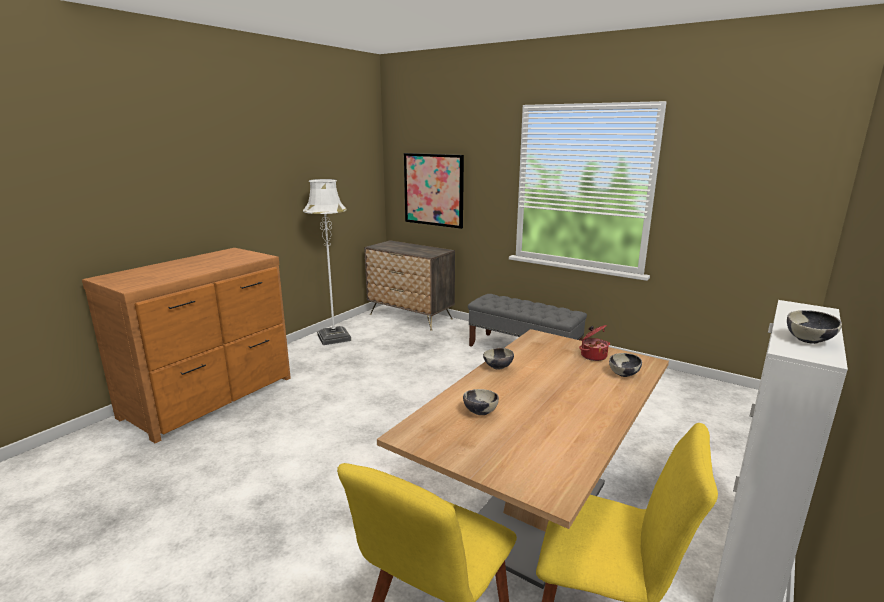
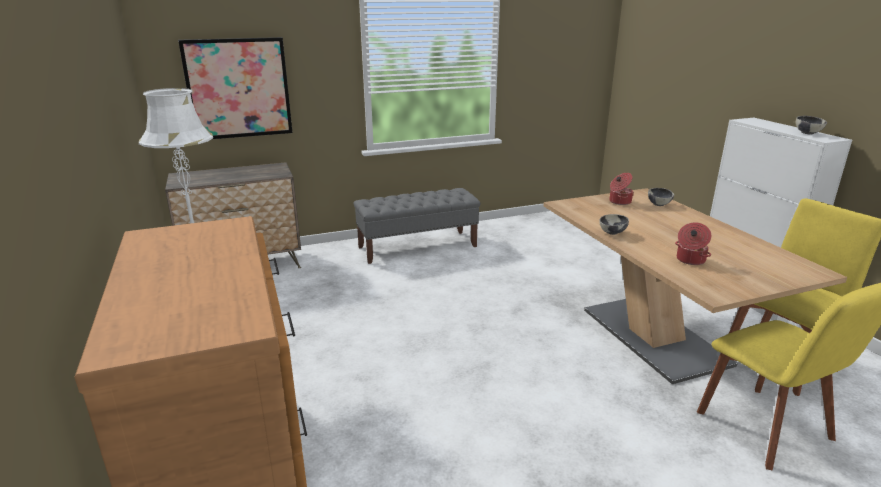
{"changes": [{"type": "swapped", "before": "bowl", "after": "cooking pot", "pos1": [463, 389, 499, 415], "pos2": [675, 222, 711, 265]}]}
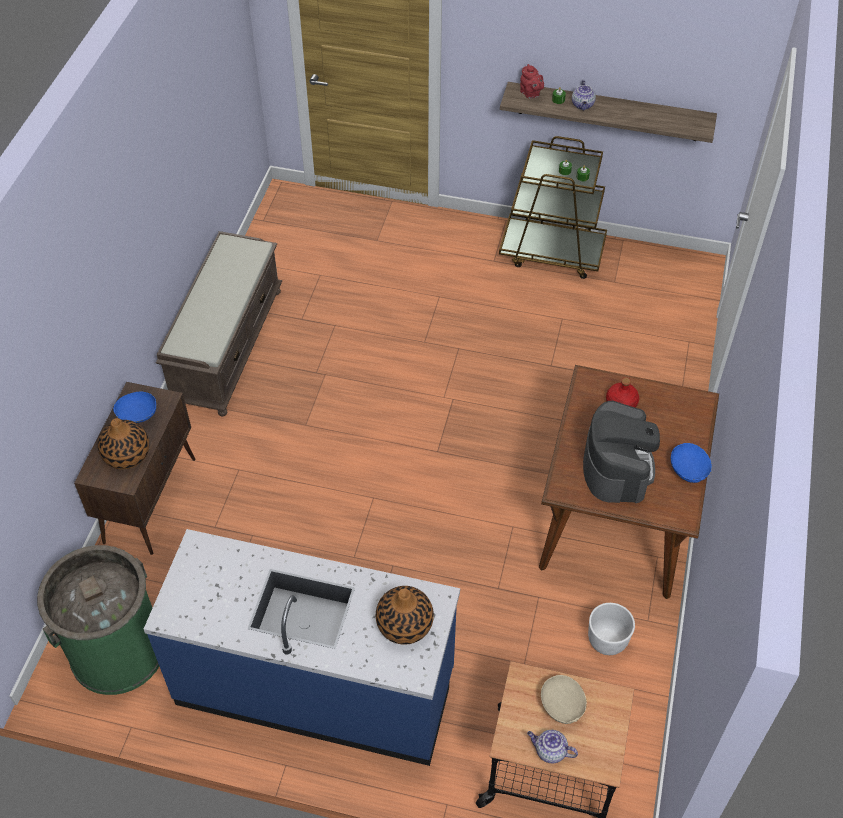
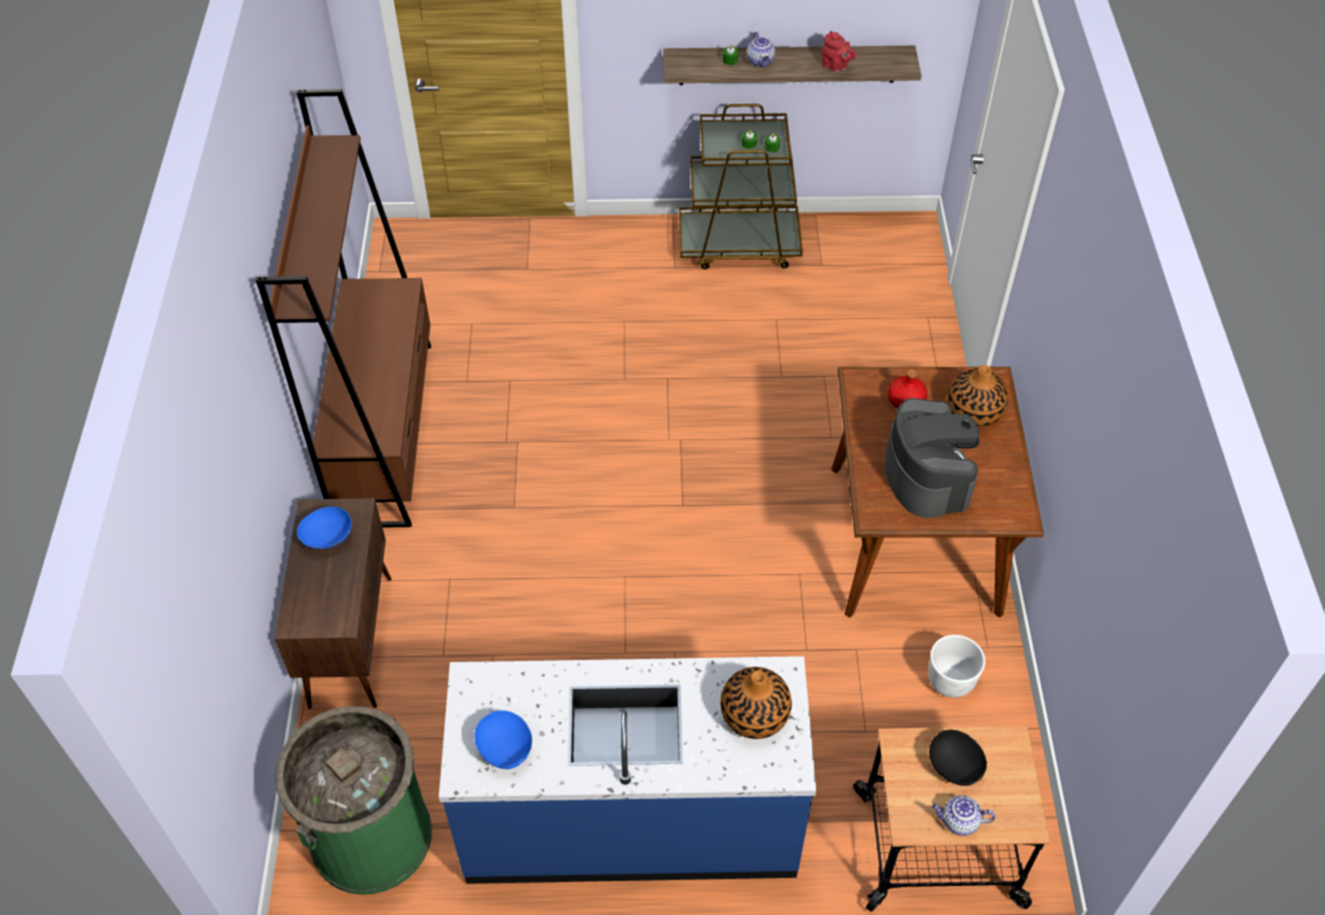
{"changes": [{"type": "shifted", "before": "vase", "pos1": [98, 418, 149, 469], "pos2": [947, 365, 1008, 427]}, {"type": "shifted", "before": "teapot (red)", "pos1": [520, 64, 544, 99], "pos2": [822, 31, 857, 72]}, {"type": "shifted", "before": "bowl (blue)", "pos1": [671, 443, 712, 483], "pos2": [474, 710, 532, 769]}, {"type": "swapped", "before": "bench (brown)", "after": "bookcase (brown)", "pos1": [156, 231, 282, 416], "pos2": [256, 89, 431, 528]}, {"type": "repainted", "before": "bowl (beige)", "after": "bowl (black)", "pos1": [541, 675, 587, 724], "pos2": [929, 730, 987, 786]}]}
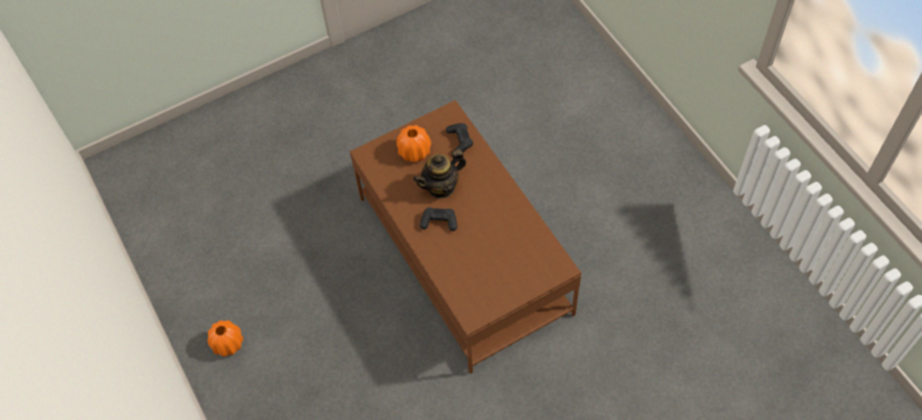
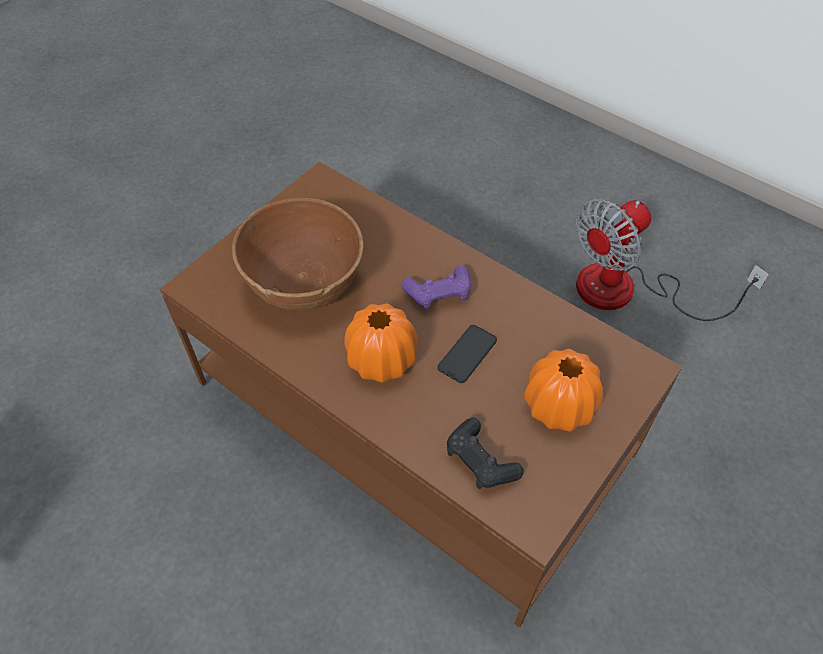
{"changes": [{"type": "new", "after": "bowl (brown)", "pos2": [232, 198, 364, 311]}, {"type": "new", "after": "fan", "pos2": [576, 199, 769, 321]}, {"type": "shifted", "before": "vase (orange)", "pos1": [208, 320, 244, 357], "pos2": [344, 303, 417, 383]}, {"type": "swapped", "before": "teapot", "after": "phone", "pos1": [413, 149, 466, 199], "pos2": [437, 325, 497, 383]}, {"type": "repainted", "before": "game controller (black)", "after": "game controller (purple)", "pos1": [420, 207, 457, 231], "pos2": [402, 265, 471, 310]}]}
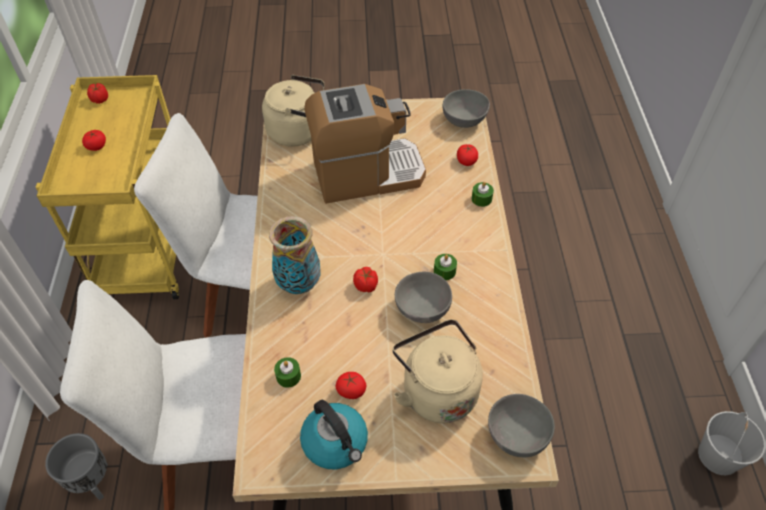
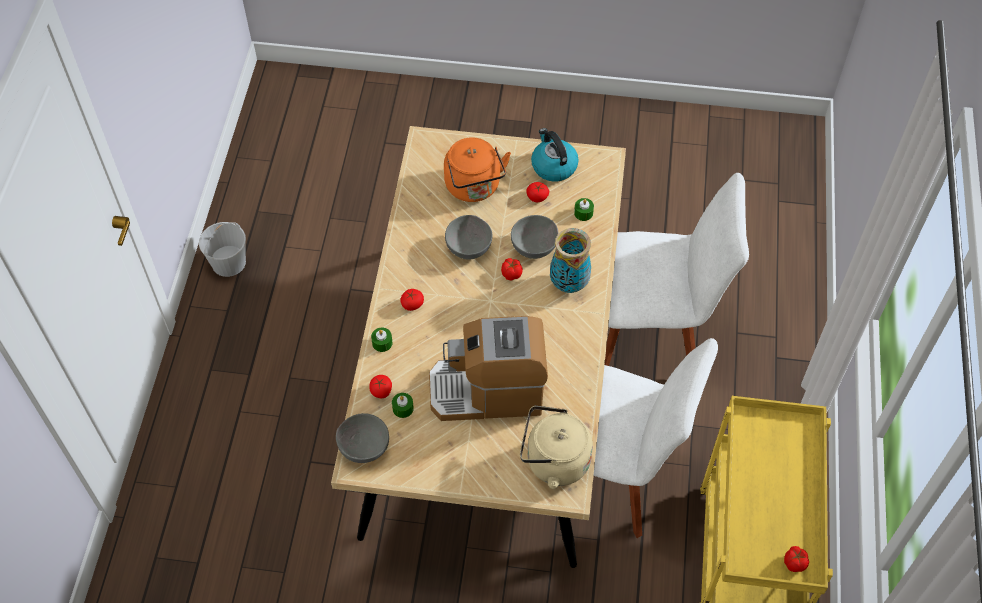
{"changes": [{"type": "gone", "before": "planter (grey)", "pos1": [45, 433, 108, 500]}, {"type": "shifted", "before": "tomato", "pos1": [82, 130, 106, 151], "pos2": [400, 289, 424, 311]}, {"type": "shifted", "before": "candle (green)", "pos1": [434, 254, 457, 280], "pos2": [392, 393, 414, 418]}, {"type": "shifted", "before": "bowl (grey)", "pos1": [488, 394, 555, 457], "pos2": [511, 215, 559, 259]}, {"type": "repainted", "before": "kettle (beige)", "after": "kettle (orange)", "pos1": [393, 319, 483, 423], "pos2": [444, 137, 511, 202]}]}
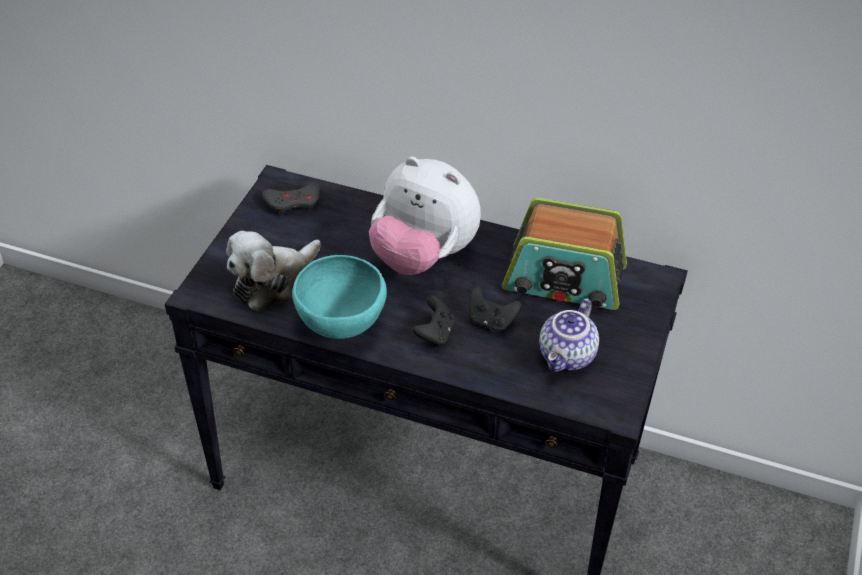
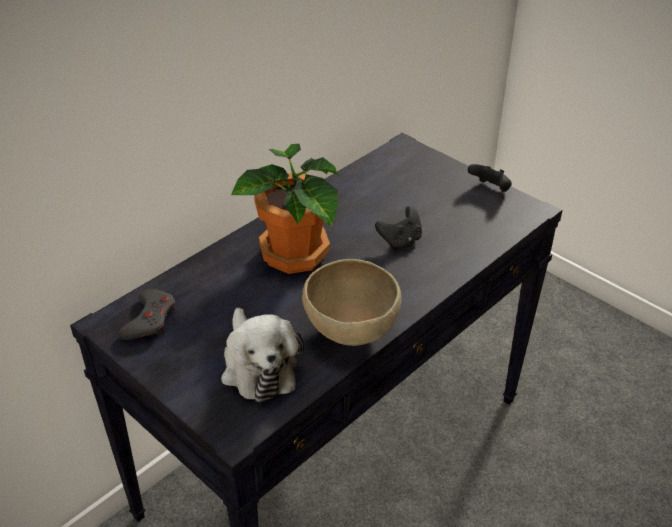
{"changes": [{"type": "gone", "before": "radio", "pos1": [502, 198, 627, 310]}, {"type": "gone", "before": "teapot", "pos1": [539, 298, 599, 372]}, {"type": "shifted", "before": "game controller (black)", "pos1": [413, 295, 455, 347], "pos2": [468, 164, 512, 192]}, {"type": "swapped", "before": "plush toy", "after": "potted plant", "pos1": [369, 157, 481, 275], "pos2": [231, 144, 339, 274]}, {"type": "repainted", "before": "bowl (turquoise)", "after": "bowl (brown)", "pos1": [292, 255, 387, 339], "pos2": [302, 259, 402, 346]}]}
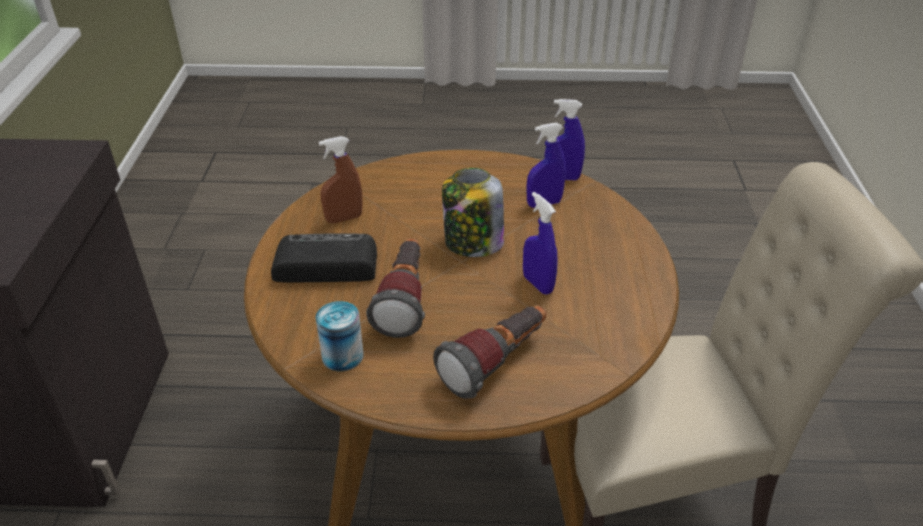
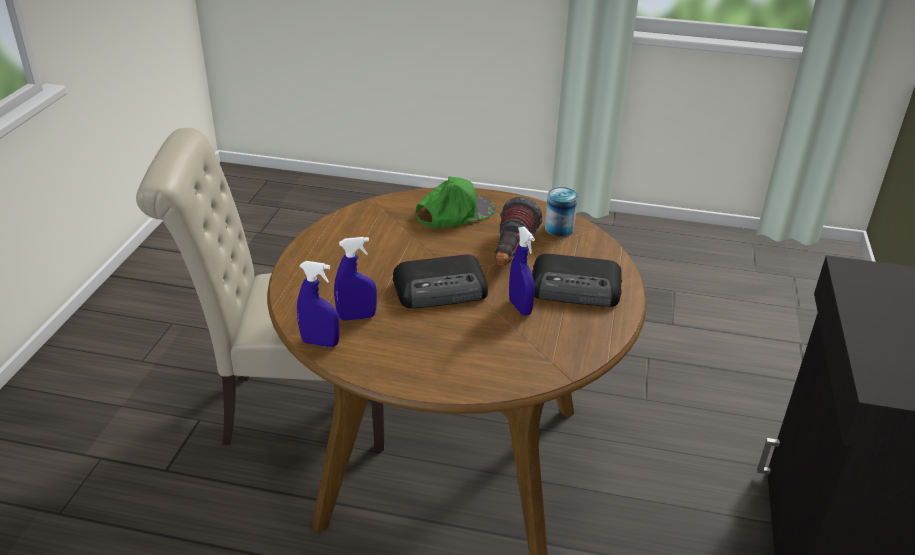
{"changes": [{"type": "gone", "before": "spray bottle (brown)", "pos1": [319, 136, 363, 223]}, {"type": "shifted", "before": "spray bottle (blue)", "pos1": [523, 192, 558, 295], "pos2": [509, 226, 535, 316]}, {"type": "swapped", "before": "flashlight", "after": "cap (green)", "pos1": [433, 305, 546, 399], "pos2": [416, 176, 495, 228]}, {"type": "swapped", "before": "jar", "after": "radio", "pos1": [442, 168, 504, 257], "pos2": [393, 255, 488, 309]}]}
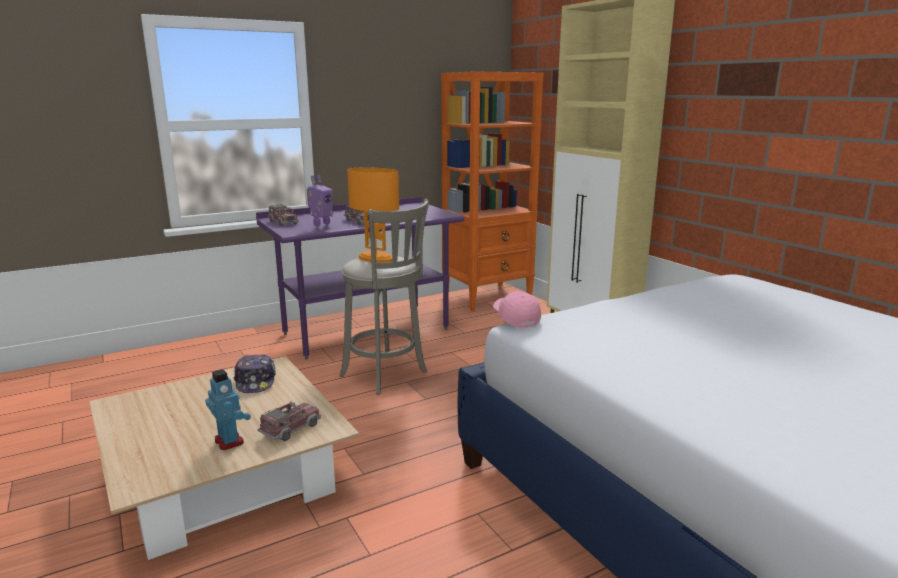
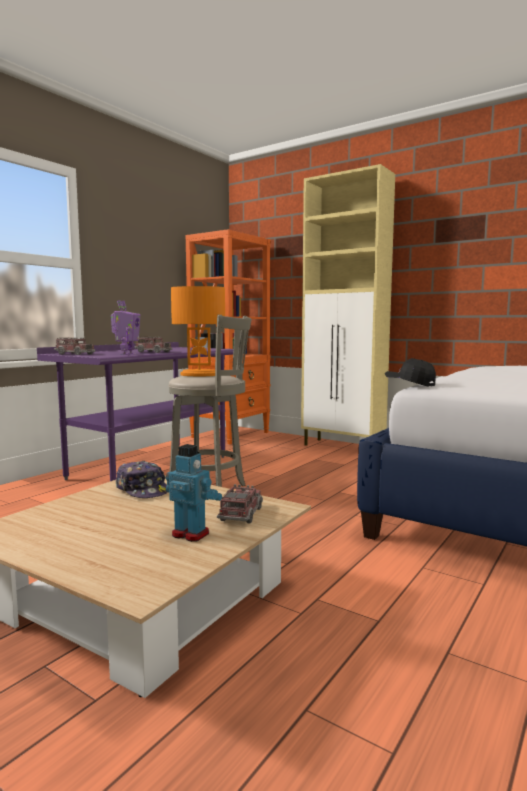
{"changes": [{"type": "repainted", "before": "cap (pink)", "after": "cap (black)", "pos1": [493, 291, 541, 328], "pos2": [385, 358, 436, 387]}]}
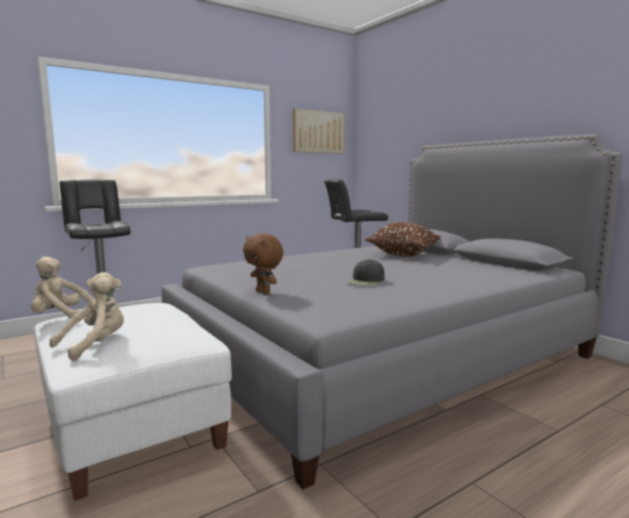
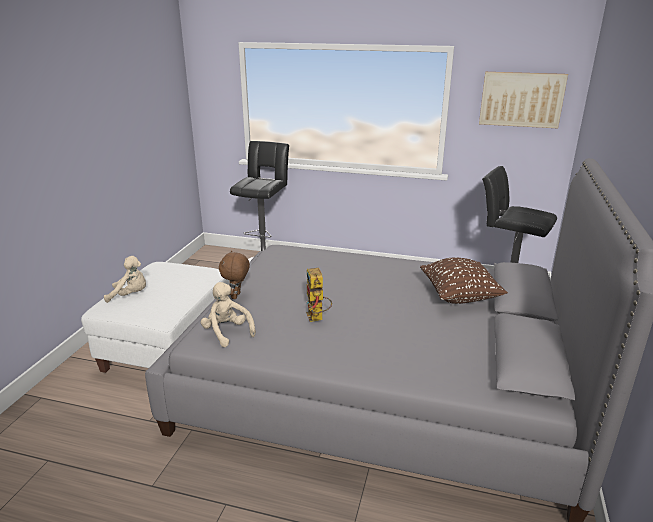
{"changes": [{"type": "shifted", "before": "plush toy (beige)", "pos1": [31, 257, 94, 319], "pos2": [200, 282, 256, 347]}, {"type": "swapped", "before": "cap (black)", "after": "toy robot", "pos1": [346, 259, 384, 286], "pos2": [306, 268, 332, 322]}]}
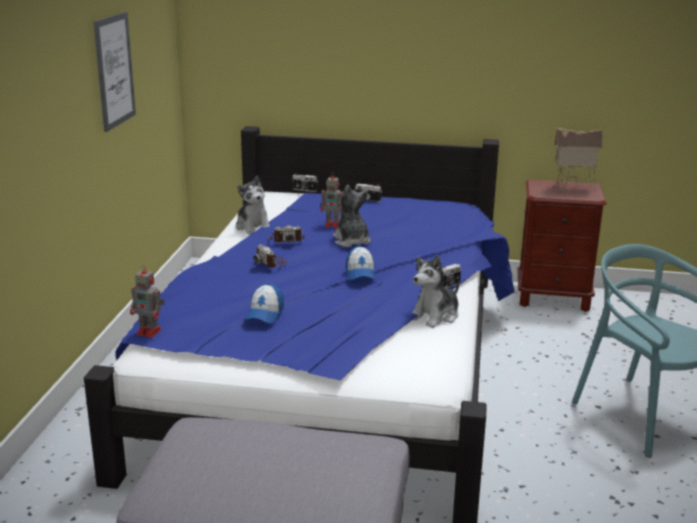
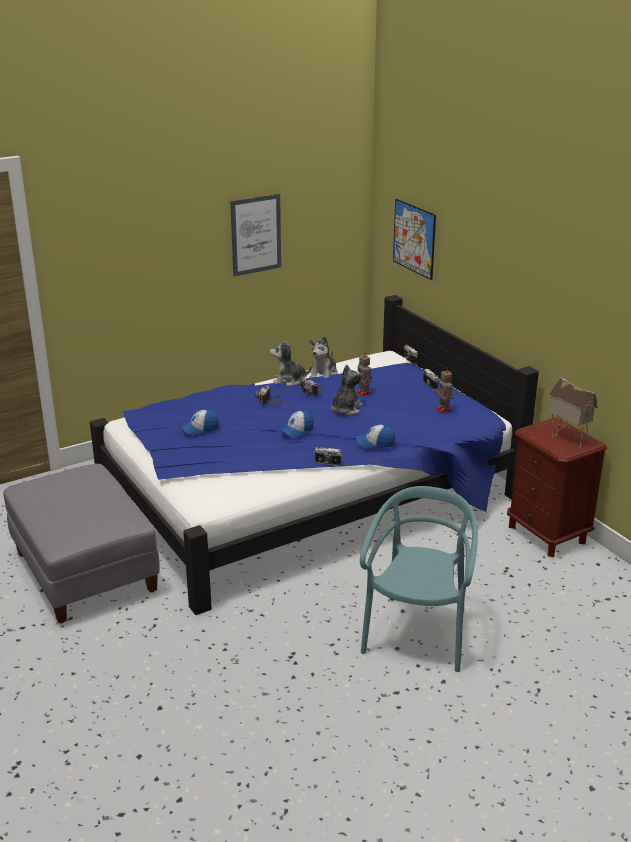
{"changes": [{"type": "new", "after": "cap", "pos2": [356, 425, 396, 448]}, {"type": "new", "after": "picture", "pos2": [393, 199, 436, 280]}, {"type": "shifted", "before": "toy robot", "pos1": [130, 264, 165, 338], "pos2": [436, 367, 454, 413]}, {"type": "shifted", "before": "plush toy", "pos1": [413, 255, 459, 328], "pos2": [270, 340, 312, 386]}]}
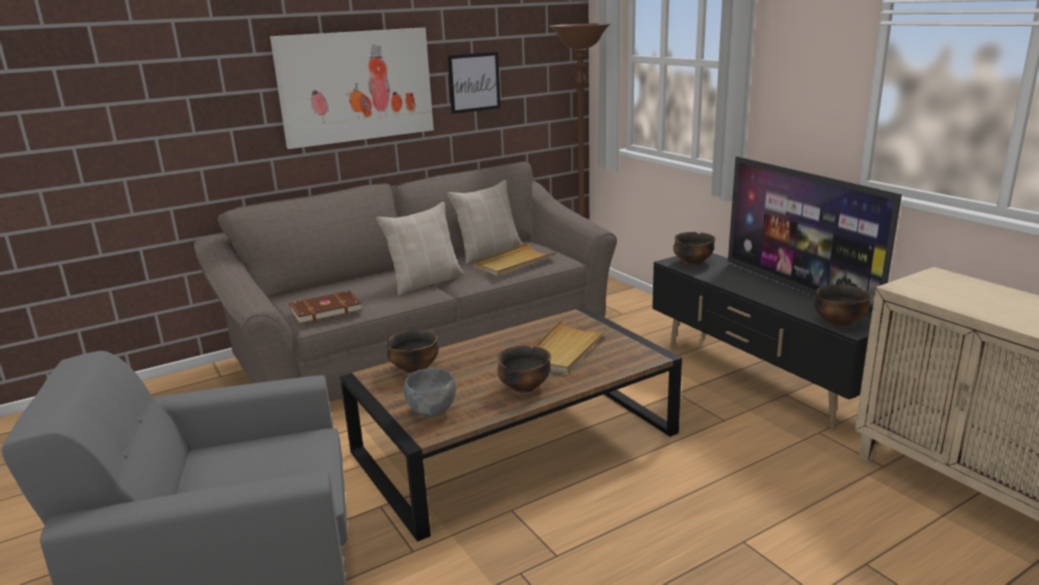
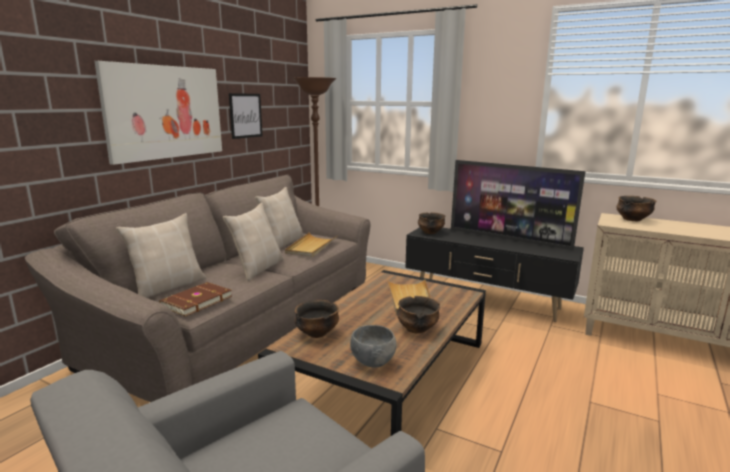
{"changes": [{"type": "new", "after": "pillow (beige)", "pos2": [116, 213, 206, 298]}, {"type": "shifted", "before": "bowl", "pos1": [814, 284, 871, 327], "pos2": [617, 196, 656, 221]}]}
